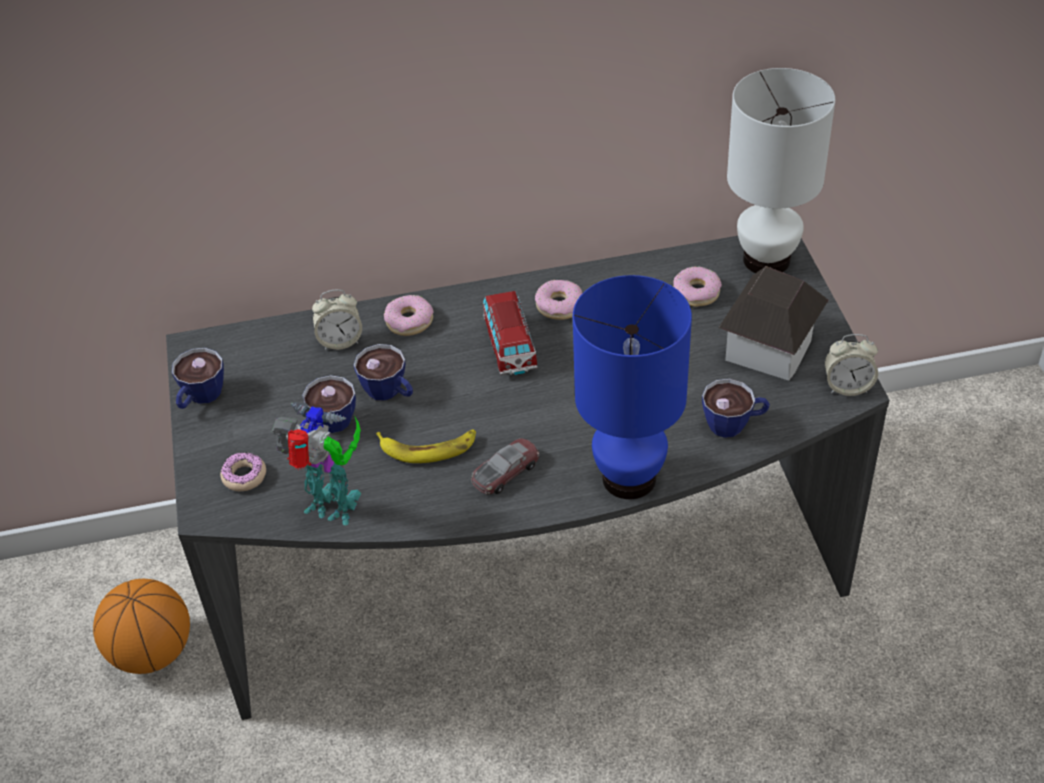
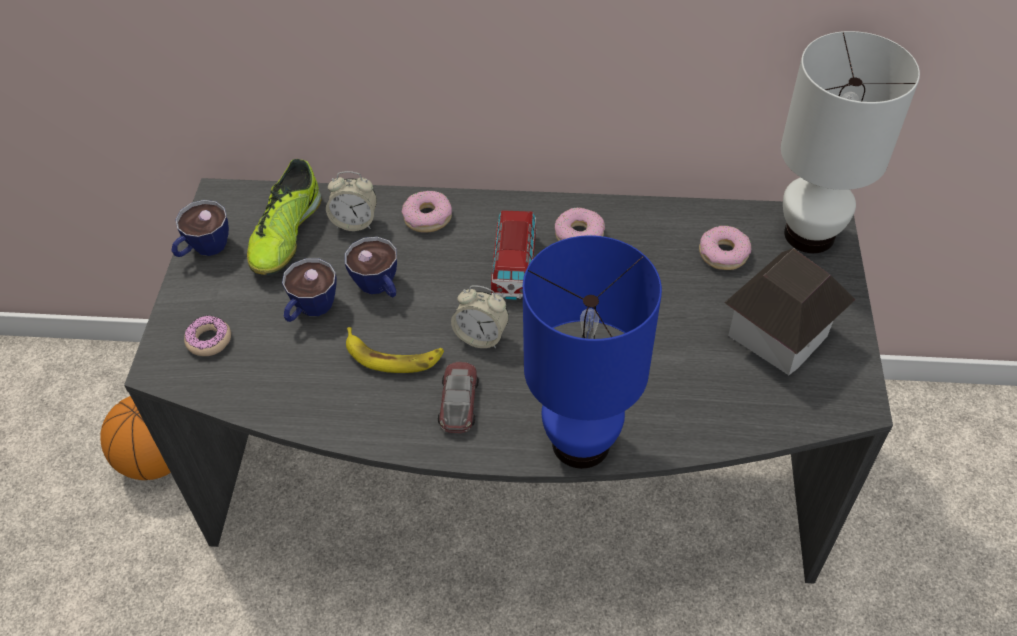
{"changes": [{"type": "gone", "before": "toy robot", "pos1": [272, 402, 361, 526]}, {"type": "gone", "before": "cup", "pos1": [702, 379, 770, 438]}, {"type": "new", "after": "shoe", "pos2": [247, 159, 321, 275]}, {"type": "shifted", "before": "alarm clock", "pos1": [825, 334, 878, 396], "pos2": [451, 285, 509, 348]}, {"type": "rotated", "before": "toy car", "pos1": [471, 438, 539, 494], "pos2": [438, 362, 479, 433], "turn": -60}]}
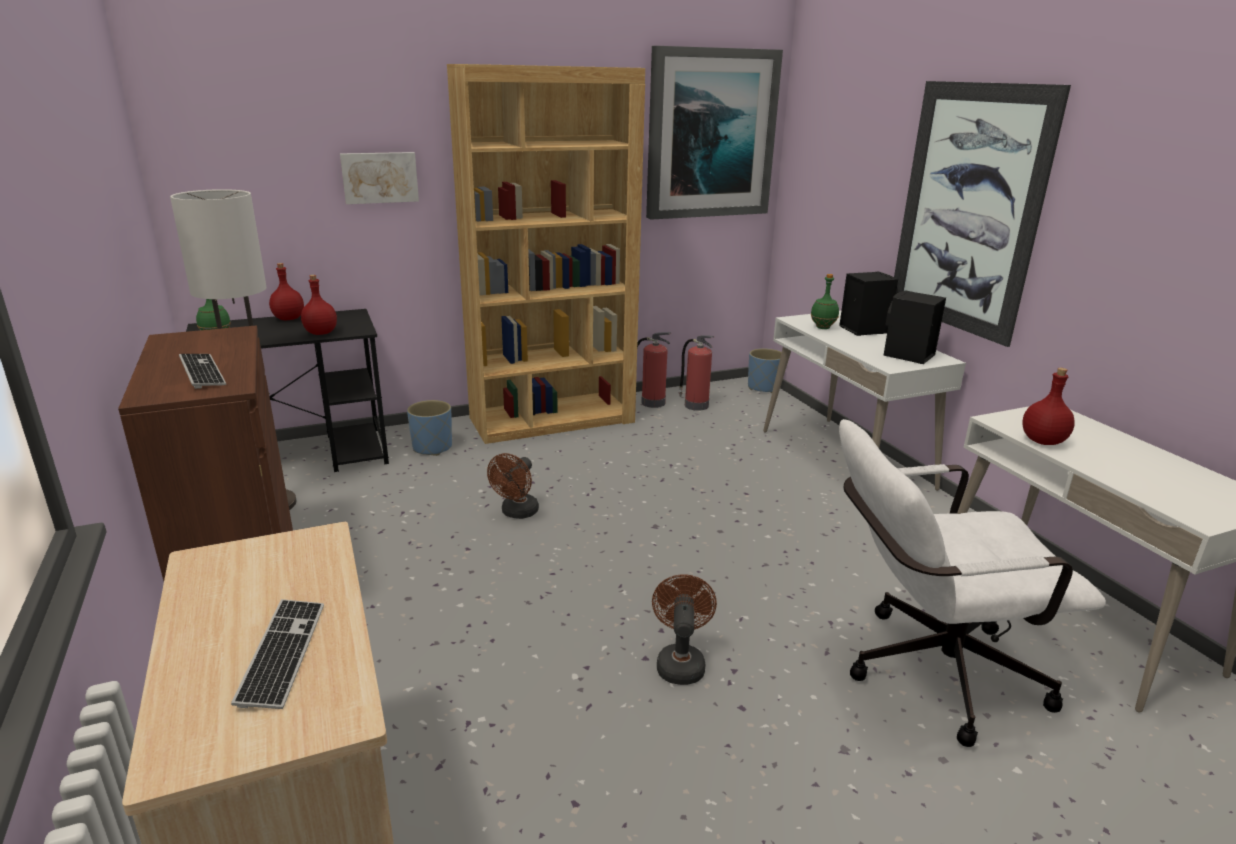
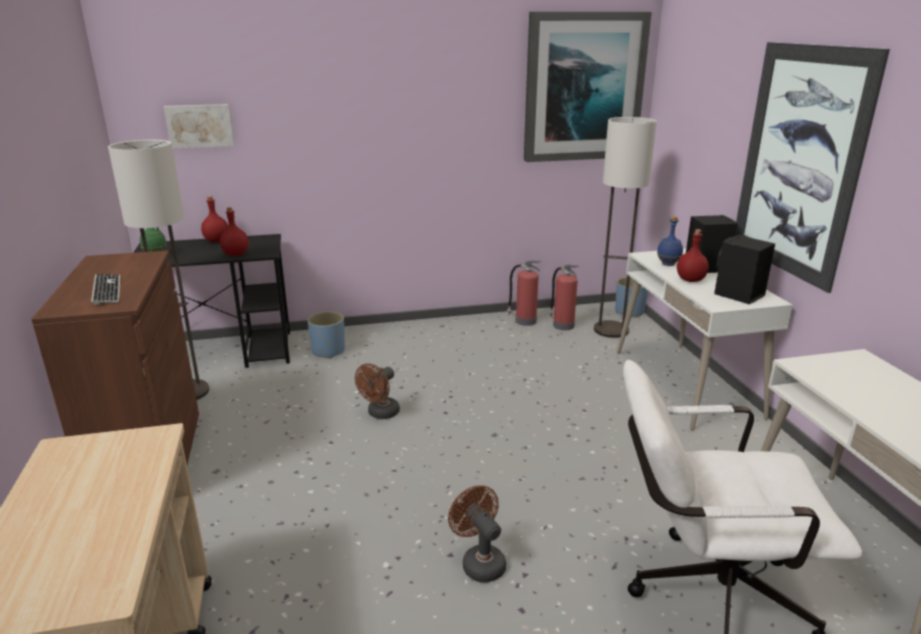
{"changes": [{"type": "gone", "before": "keyboard", "pos1": [231, 599, 324, 709]}, {"type": "gone", "before": "bookcase (brown)", "pos1": [447, 64, 645, 444]}, {"type": "new", "after": "floor lamp", "pos2": [594, 117, 657, 338]}, {"type": "shifted", "before": "picture", "pos1": [340, 152, 419, 204], "pos2": [164, 104, 234, 149]}, {"type": "shifted", "before": "bottle (red)", "pos1": [1022, 368, 1075, 445], "pos2": [677, 229, 709, 282]}, {"type": "repainted", "before": "bottle (green)", "after": "bottle (blue)", "pos1": [811, 274, 839, 329], "pos2": [657, 216, 683, 266]}, {"type": "rotated", "before": "fan (brown)", "pos1": [652, 574, 717, 685], "pos2": [448, 485, 506, 582], "turn": -45}]}
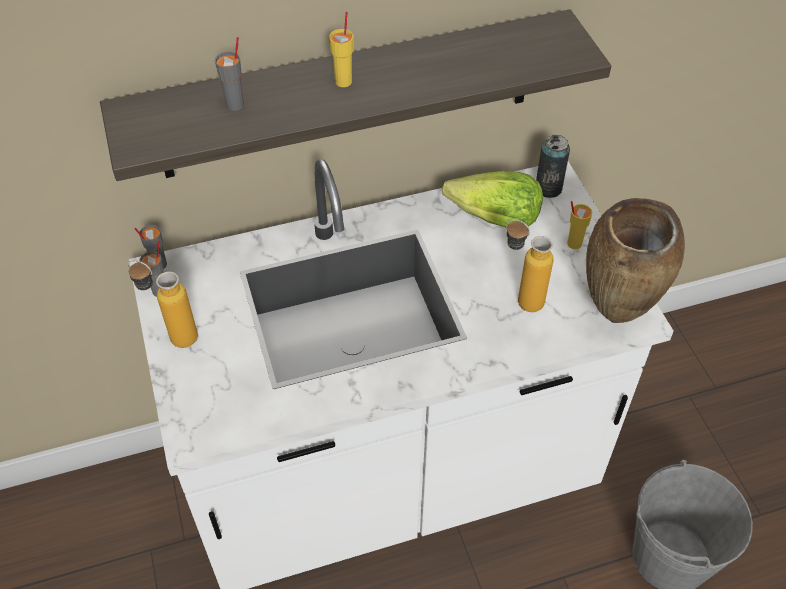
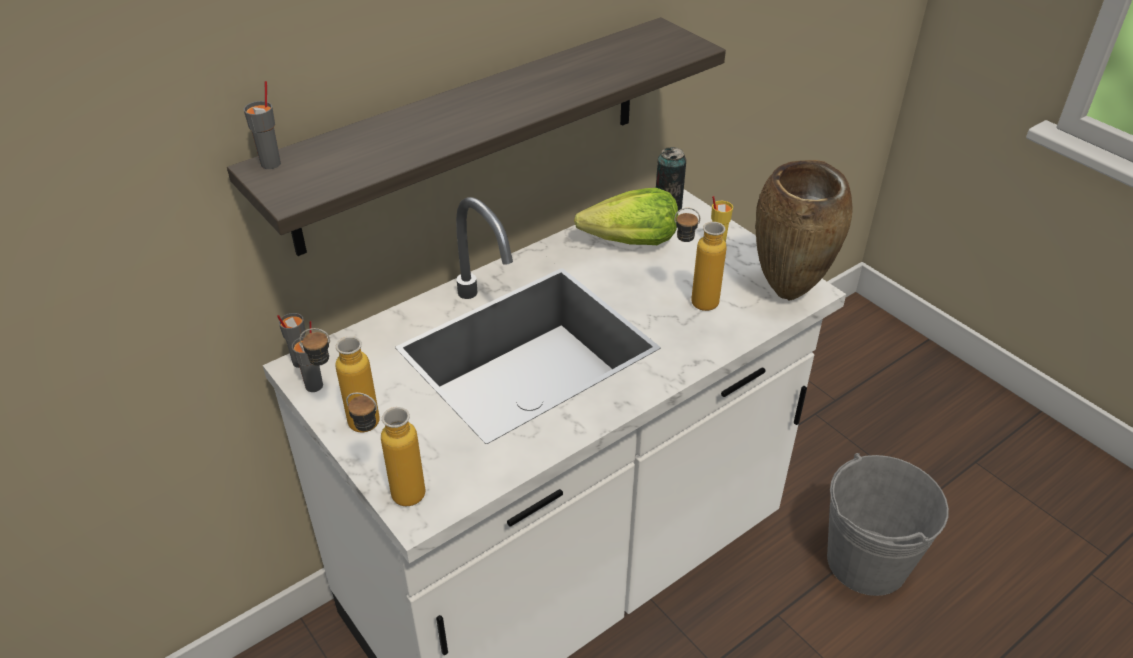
{"changes": [{"type": "gone", "before": "cup (yellow)", "pos1": [329, 12, 353, 87]}, {"type": "new", "after": "bottle", "pos2": [346, 392, 425, 506]}, {"type": "shifted", "before": "cup (grey)", "pos1": [215, 37, 244, 111], "pos2": [244, 81, 281, 169]}]}
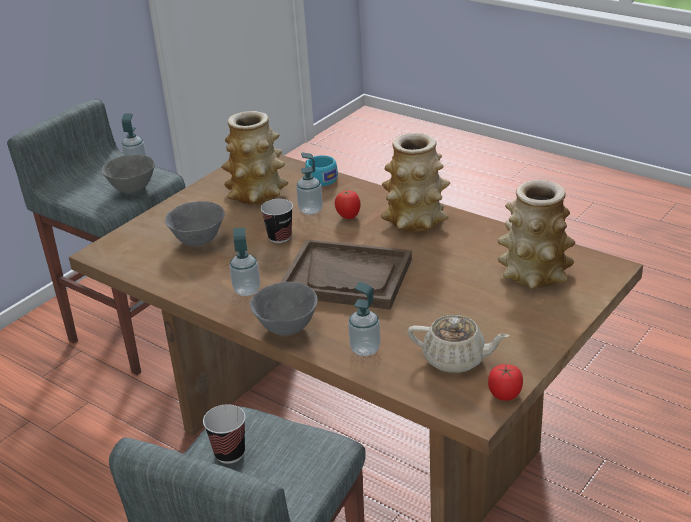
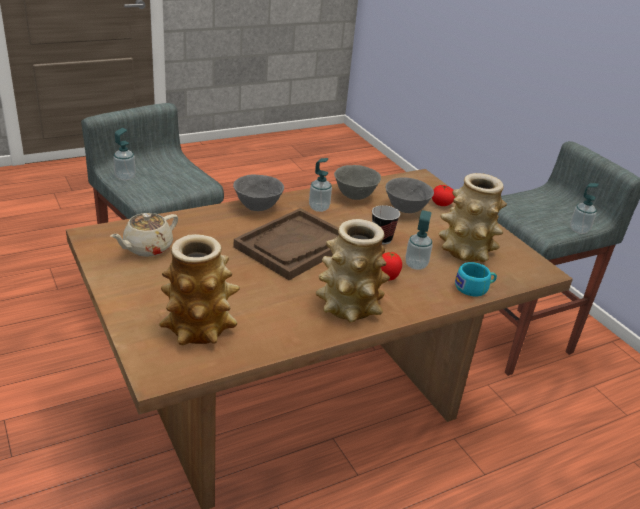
{"changes": [{"type": "gone", "before": "cup", "pos1": [203, 404, 246, 464]}, {"type": "shifted", "before": "bowl (grey)", "pos1": [101, 155, 155, 194], "pos2": [334, 165, 381, 200]}, {"type": "shifted", "before": "soap dispenser", "pos1": [348, 282, 381, 356], "pos2": [113, 128, 136, 180]}, {"type": "shifted", "before": "tomato", "pos1": [488, 364, 523, 401], "pos2": [432, 184, 455, 206]}]}
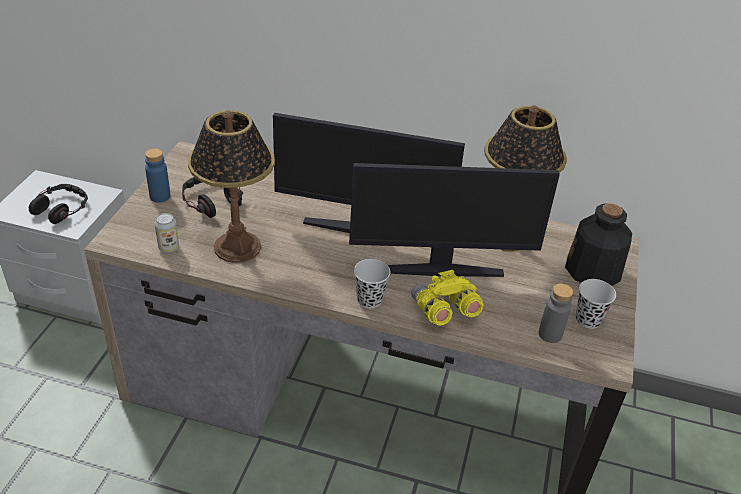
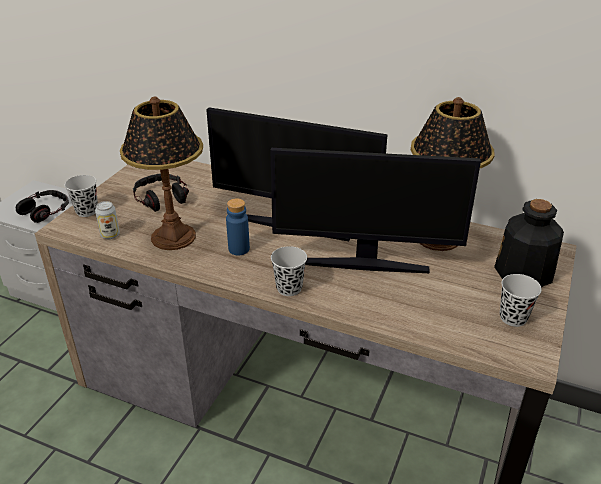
{"changes": [{"type": "gone", "before": "binoculars (yellow)", "pos1": [411, 270, 483, 325]}, {"type": "gone", "before": "bottle (grey)", "pos1": [539, 283, 573, 343]}, {"type": "new", "after": "cup (black)", "pos2": [65, 175, 98, 217]}, {"type": "shifted", "before": "bottle (blue)", "pos1": [145, 148, 171, 203], "pos2": [226, 198, 250, 255]}]}
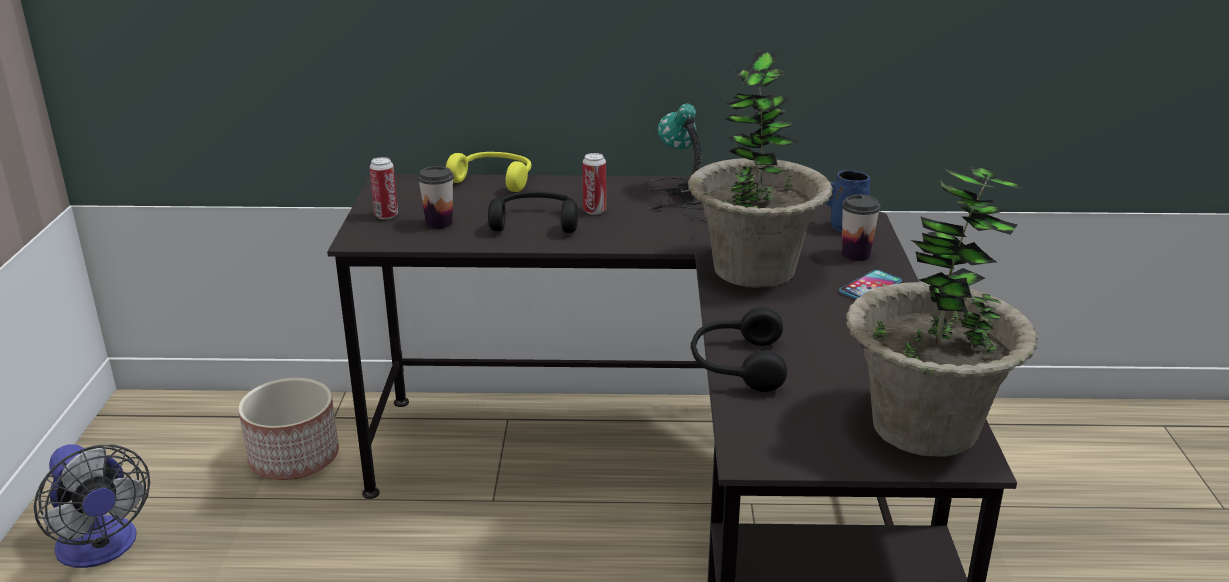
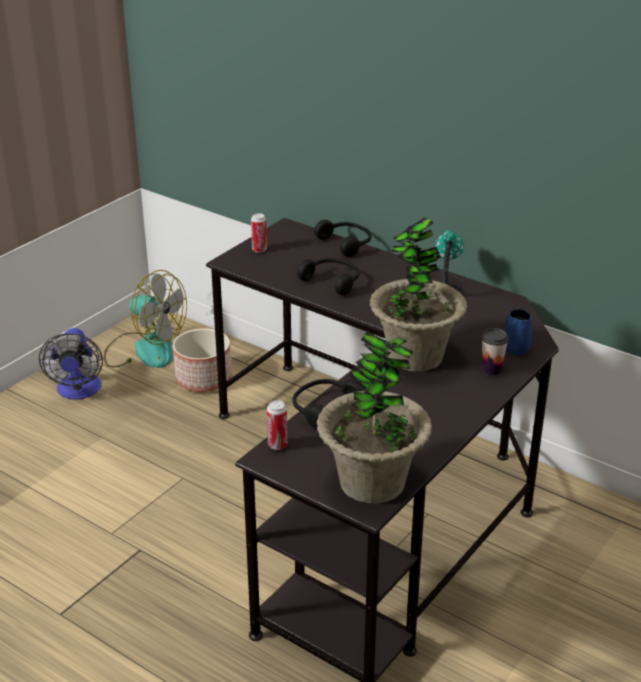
{"changes": [{"type": "gone", "before": "cup", "pos1": [418, 166, 454, 229]}, {"type": "gone", "before": "phone", "pos1": [839, 270, 902, 299]}, {"type": "new", "after": "fan", "pos2": [104, 270, 187, 368]}, {"type": "shifted", "before": "can", "pos1": [583, 153, 606, 215], "pos2": [267, 400, 288, 450]}, {"type": "repainted", "before": "headphones (yellow)", "after": "headphones (black)", "pos1": [446, 152, 532, 192], "pos2": [314, 220, 371, 257]}]}
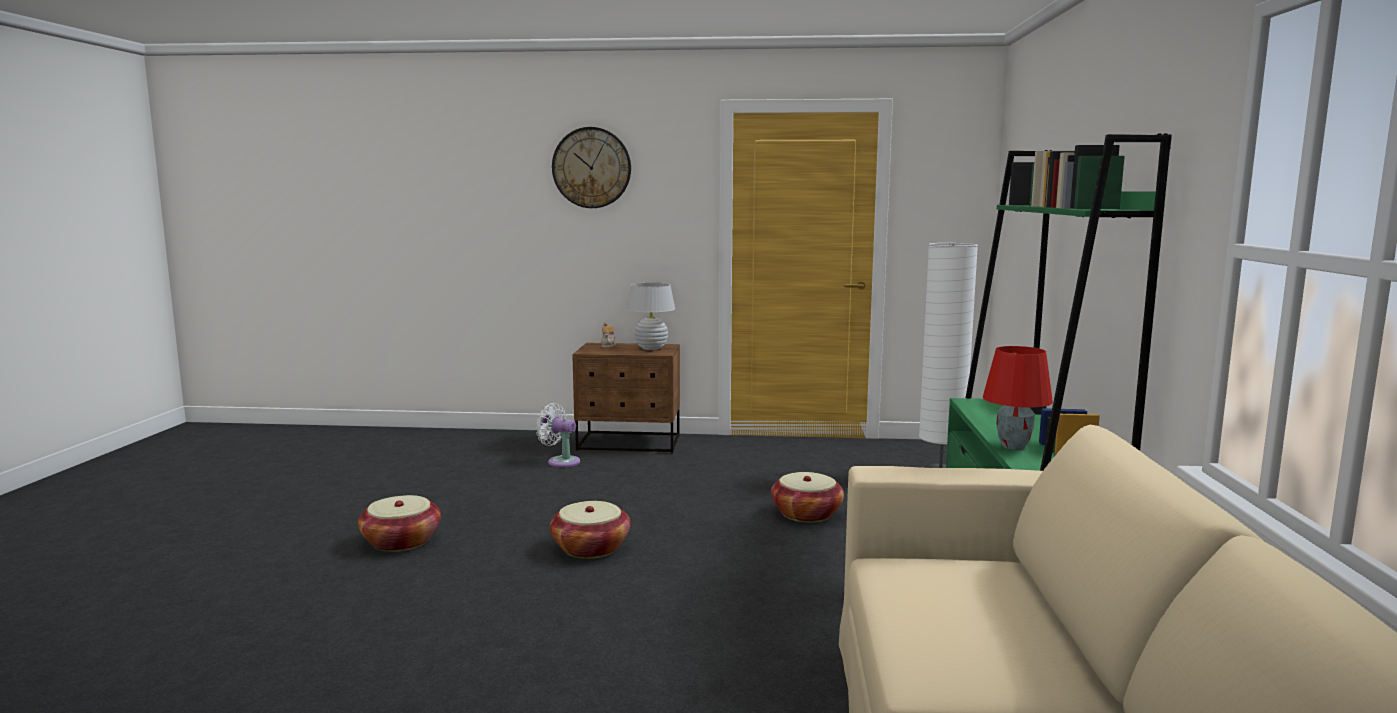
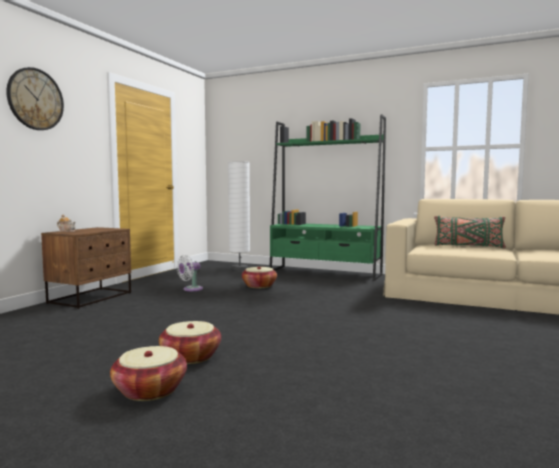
{"changes": [{"type": "gone", "before": "table lamp (white)", "pos1": [627, 283, 675, 350]}, {"type": "gone", "before": "table lamp (red)", "pos1": [982, 346, 1053, 450]}, {"type": "new", "after": "pillow (green)", "pos2": [434, 216, 506, 249]}, {"type": "shifted", "before": "fan (white)", "pos1": [536, 403, 580, 468], "pos2": [177, 255, 203, 291]}, {"type": "shifted", "before": "basket", "pos1": [550, 501, 630, 559], "pos2": [110, 346, 187, 401]}]}
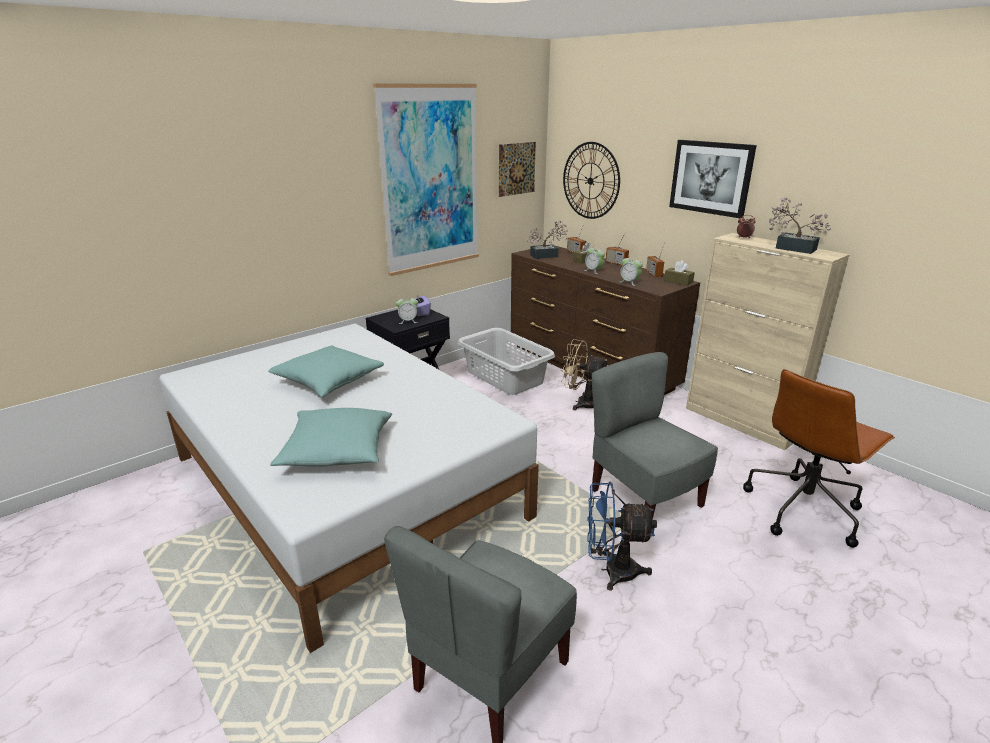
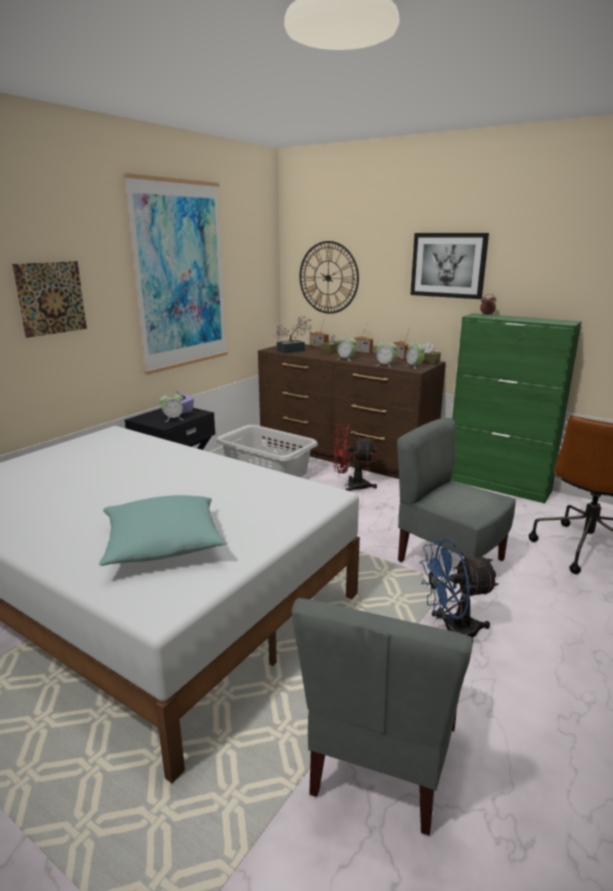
{"changes": [{"type": "gone", "before": "pillow (turquoise)", "pos1": [268, 346, 384, 397]}, {"type": "gone", "before": "potted plant", "pos1": [769, 197, 831, 254]}, {"type": "new", "after": "alarm clock", "pos2": [405, 340, 425, 369]}, {"type": "shifted", "before": "picture", "pos1": [499, 142, 536, 197], "pos2": [12, 261, 87, 338]}, {"type": "repainted", "before": "fan (beige)", "after": "fan (red)", "pos1": [561, 339, 608, 410], "pos2": [333, 424, 377, 491]}, {"type": "repainted", "before": "cabinet (beige)", "after": "cabinet (green)", "pos1": [686, 233, 850, 450], "pos2": [450, 313, 582, 503]}]}
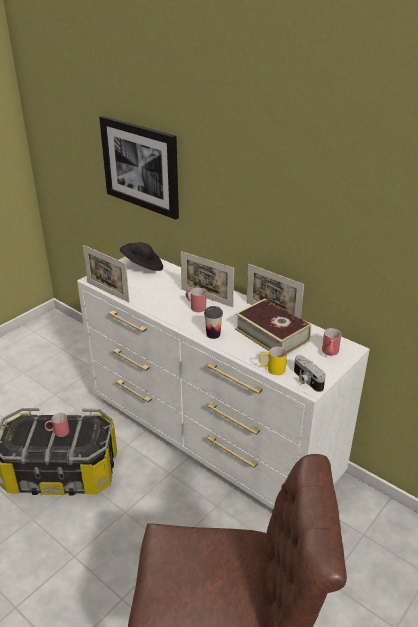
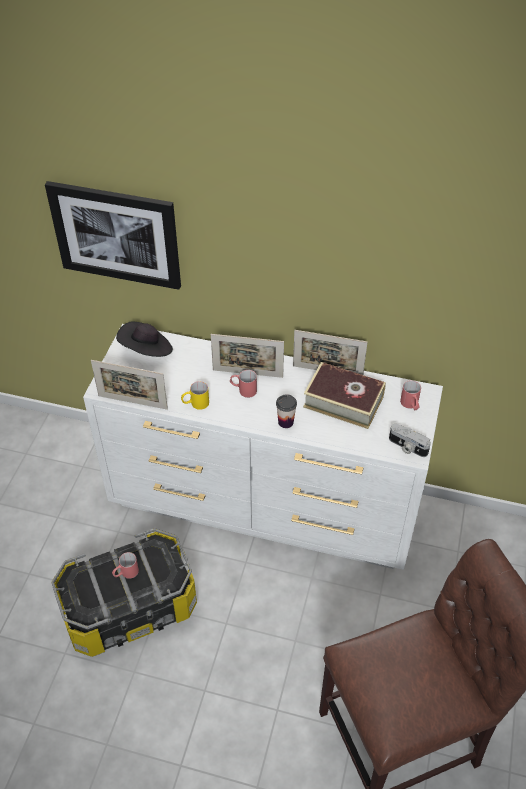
{"changes": [{"type": "shifted", "before": "mug (yellow)", "pos1": [259, 347, 287, 375], "pos2": [181, 381, 209, 410]}]}
